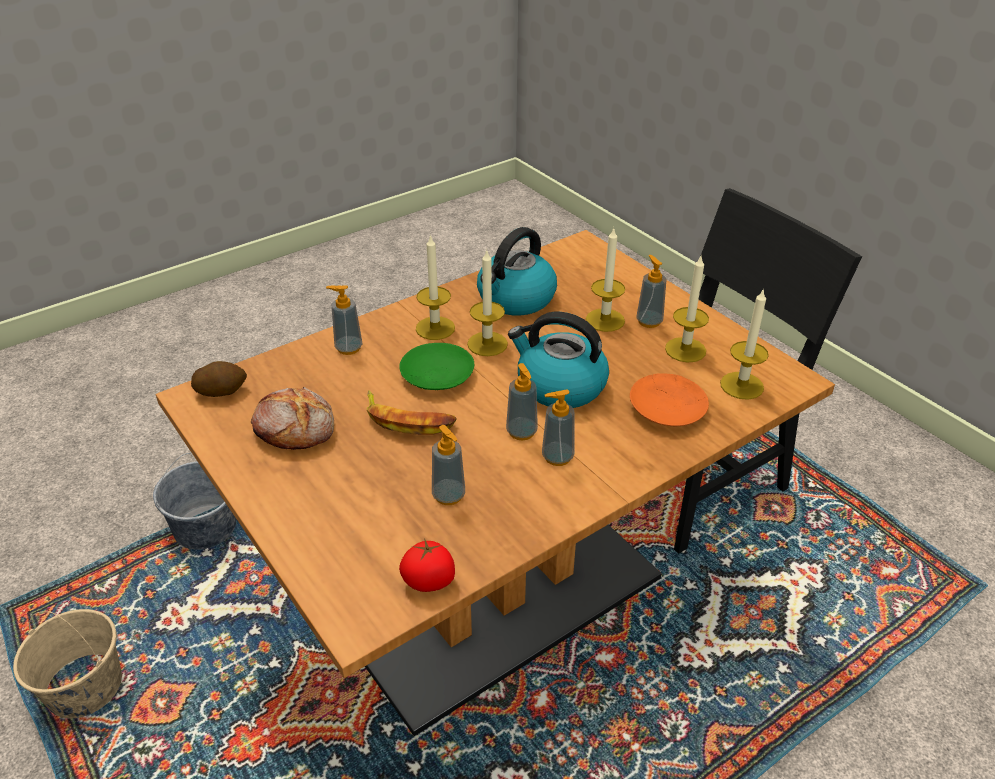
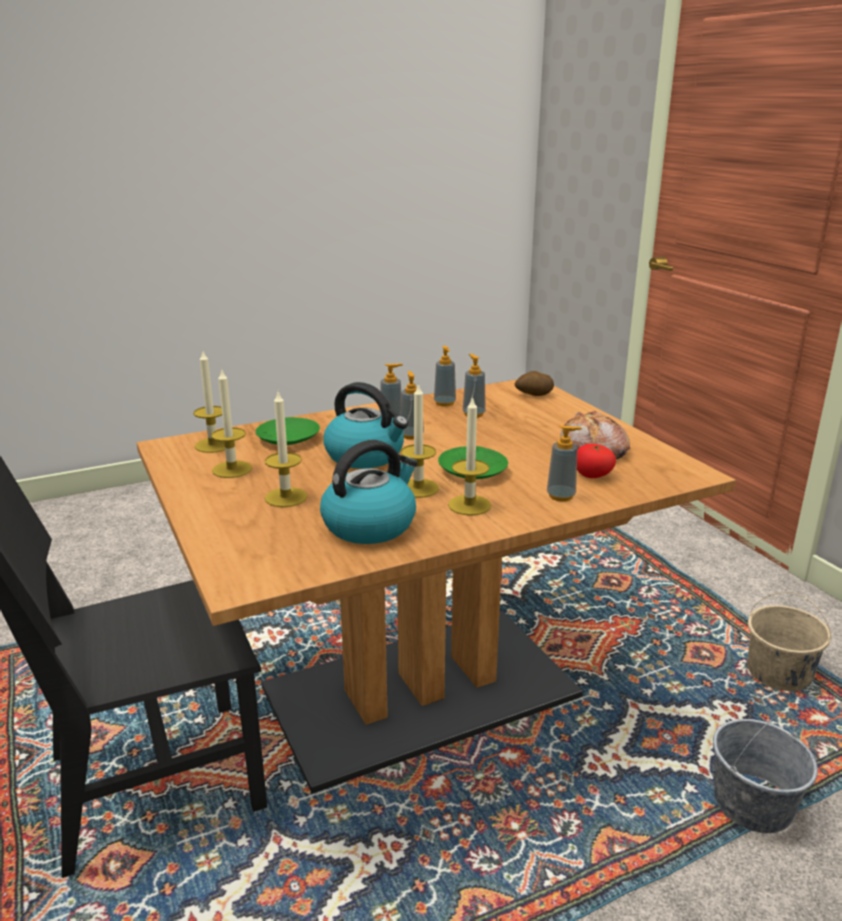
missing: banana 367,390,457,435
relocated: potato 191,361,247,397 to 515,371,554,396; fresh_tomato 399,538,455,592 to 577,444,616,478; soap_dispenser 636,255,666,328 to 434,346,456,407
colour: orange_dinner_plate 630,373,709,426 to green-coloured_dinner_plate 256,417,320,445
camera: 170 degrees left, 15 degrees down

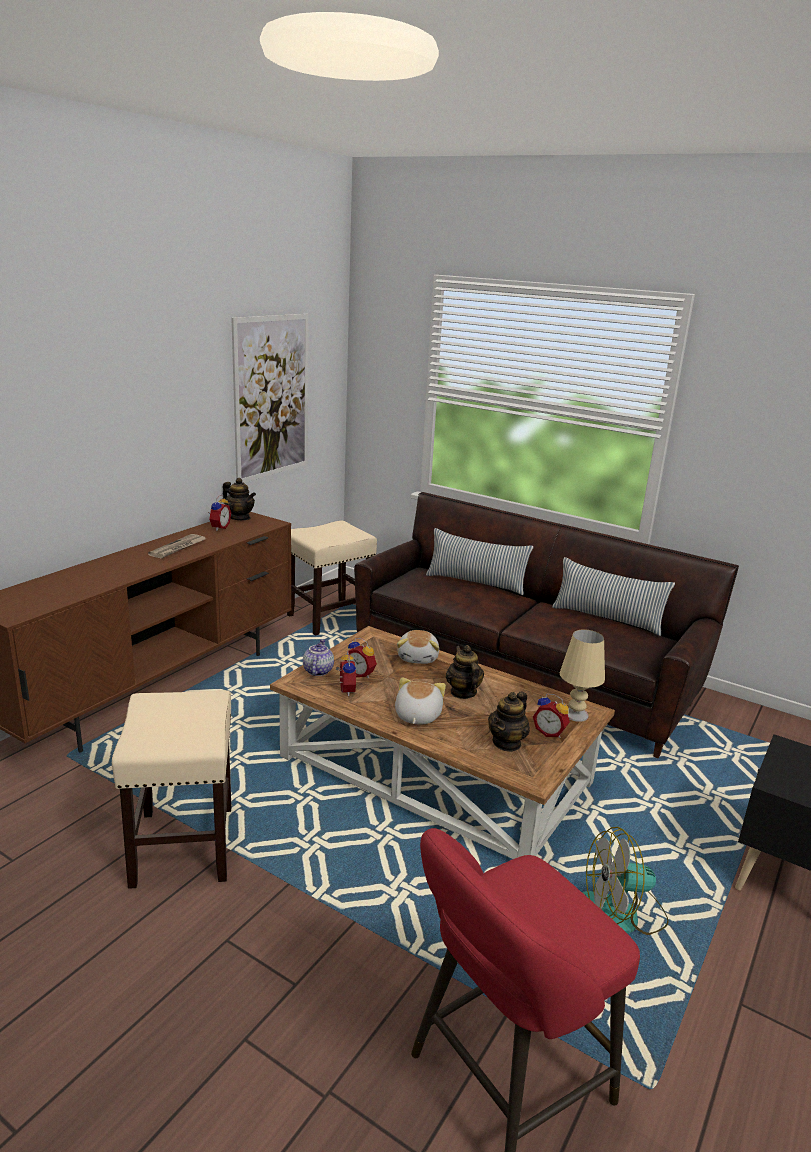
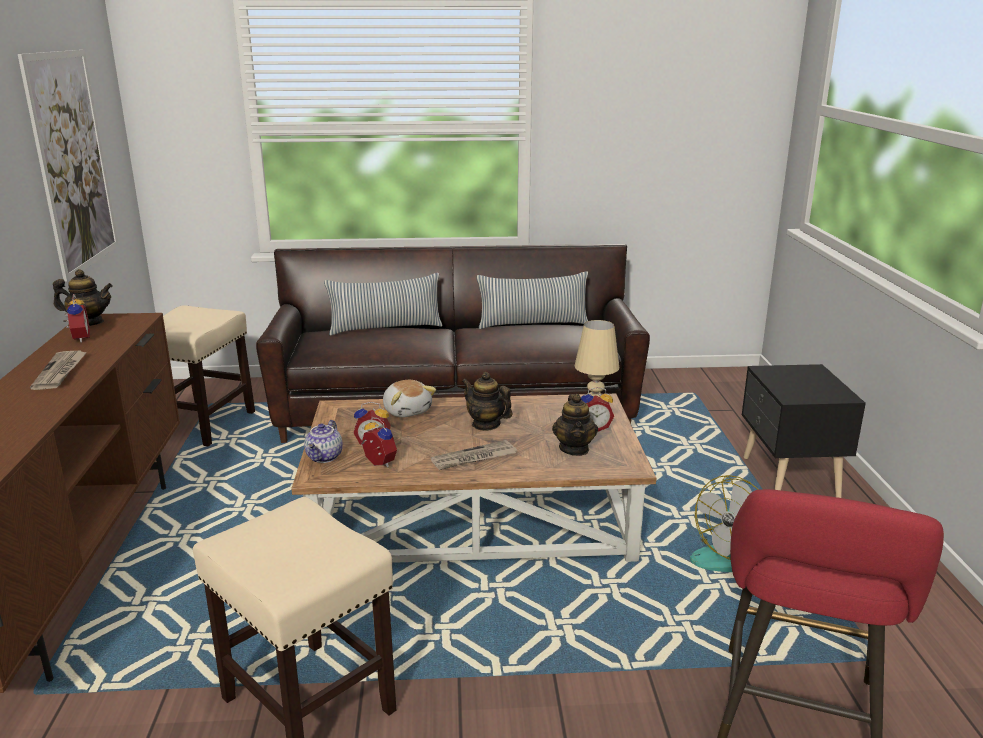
exchanged: cuddly_toy 395,677,446,725 to daily_paper 431,440,517,470
spun: teapot 303,639,334,676 = 304,420,343,463 135 degrees counterclockwise
camera: 35 degrees left, 0 degrees up

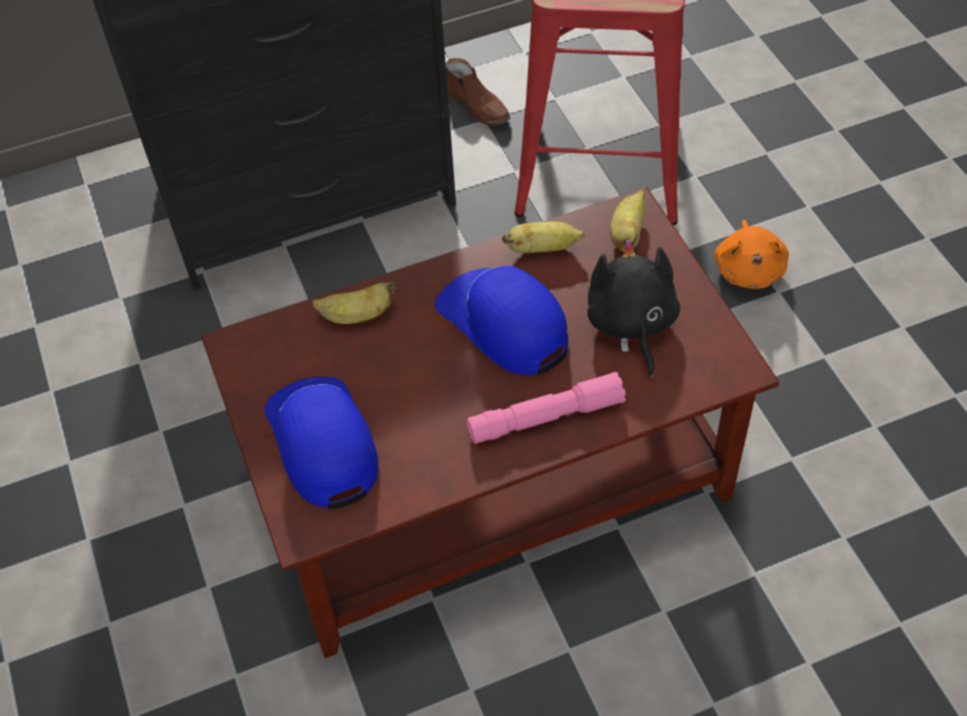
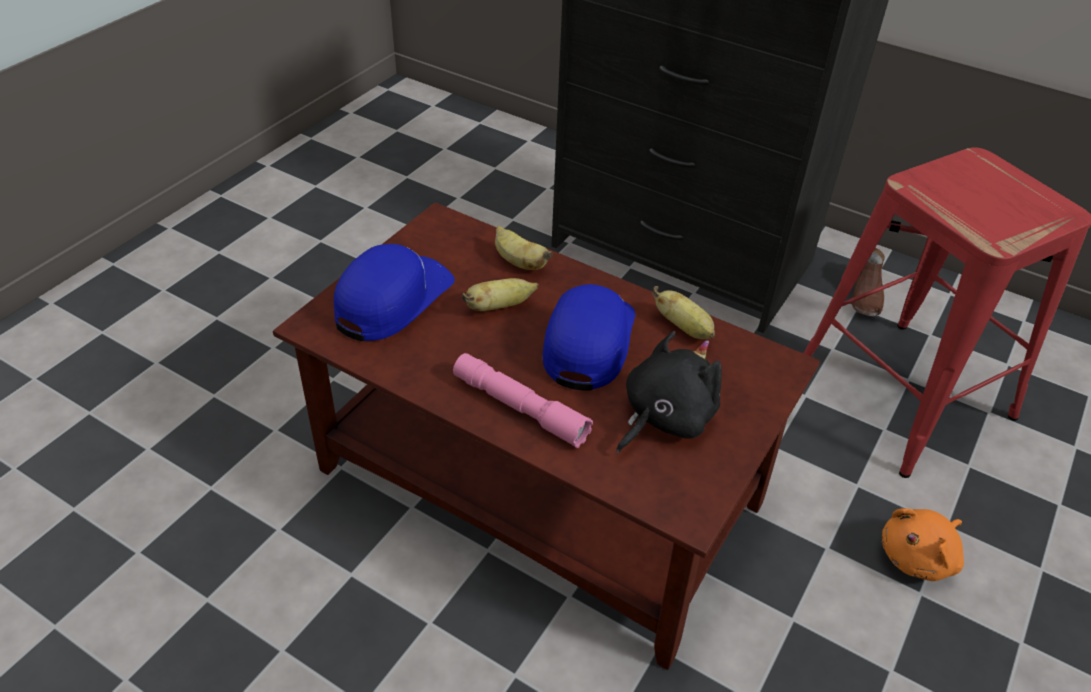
relocated: banana 610,190,646,251 to 462,278,538,311
camera: 50 degrees right, 10 degrees down

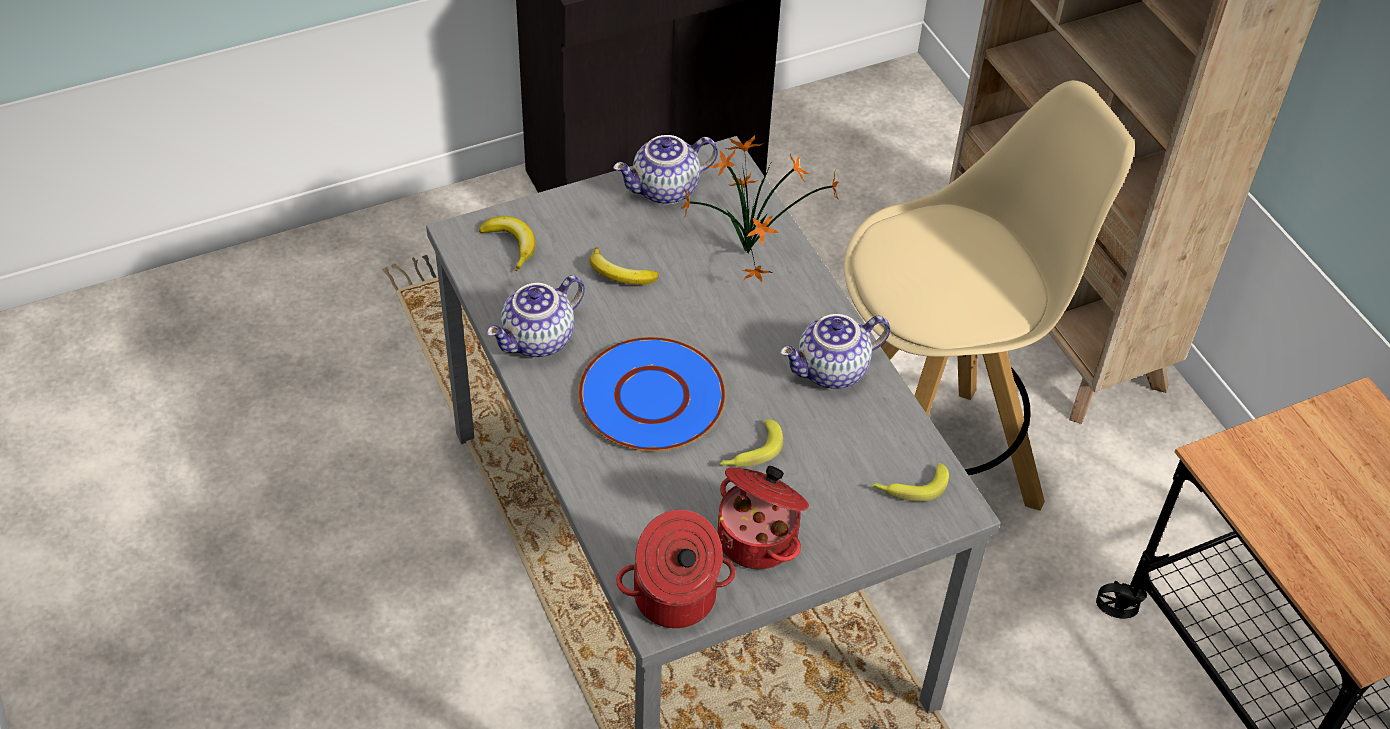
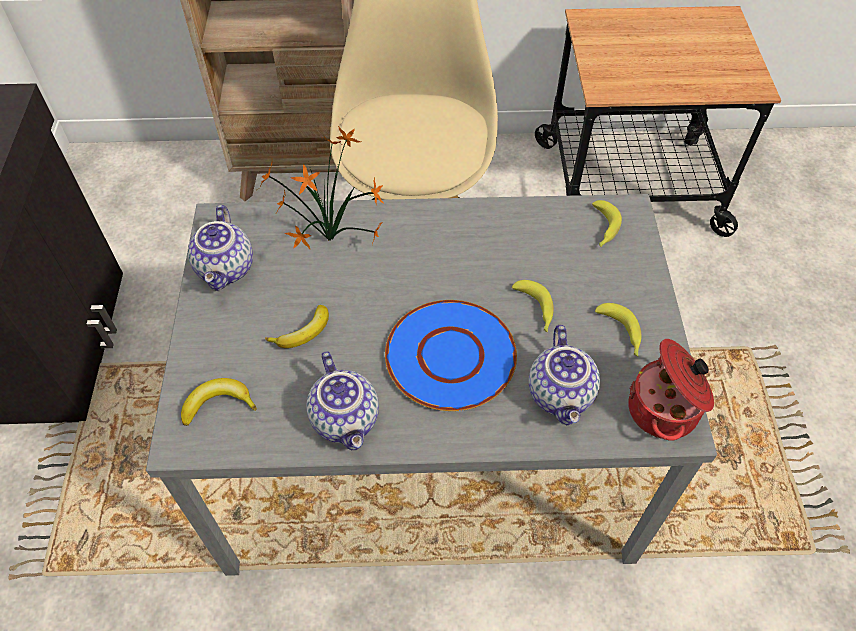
relocated: teapot 780,314,890,389 to 529,325,600,425
exchanged: saucepot 718,466,809,569 to banana 595,303,641,357
camera: 65 degrees left, 5 degrees up

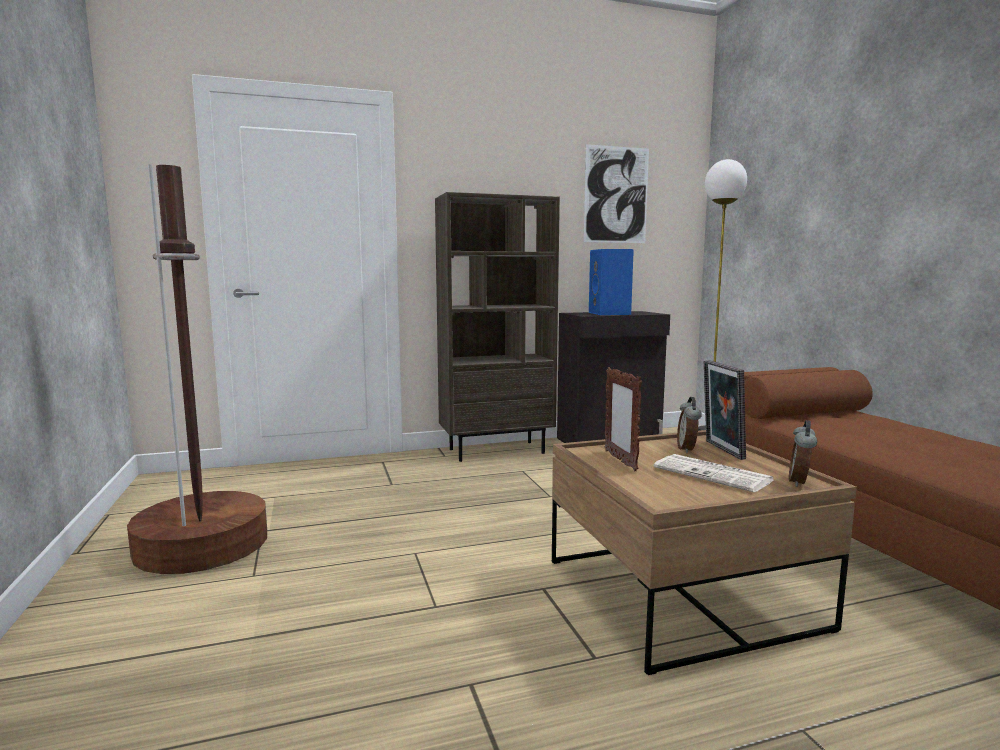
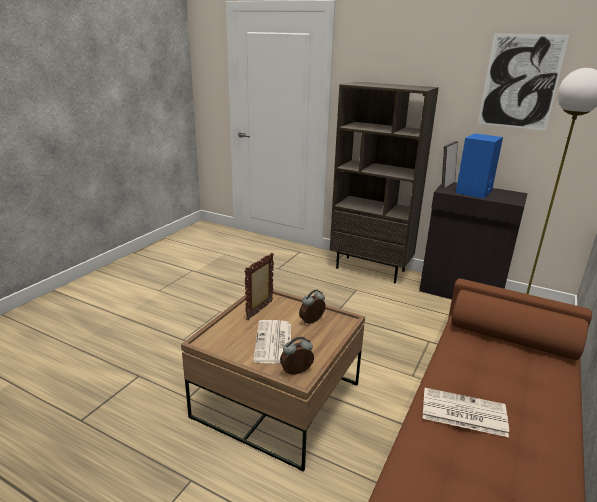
missing: brown-coloured_standing_lamp 127,164,267,574
appeared: daily_paper 423,388,509,437
relocated: photo_frame 704,360,746,460 to 441,141,458,189
camera: 45 degrees right, 15 degrees up

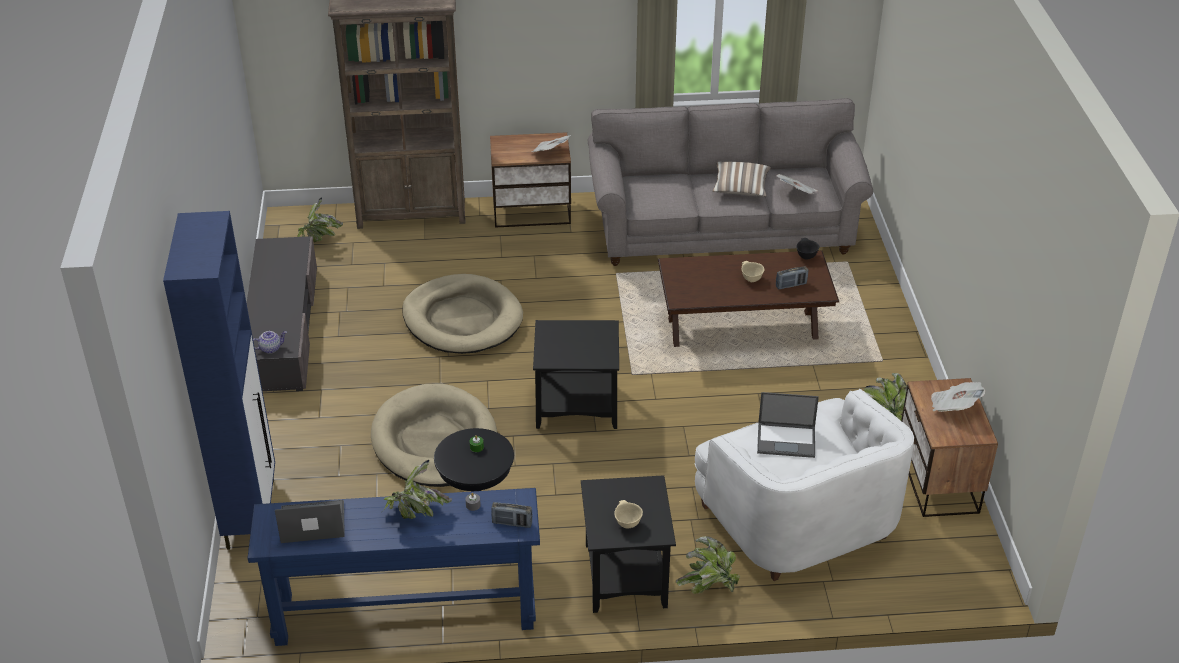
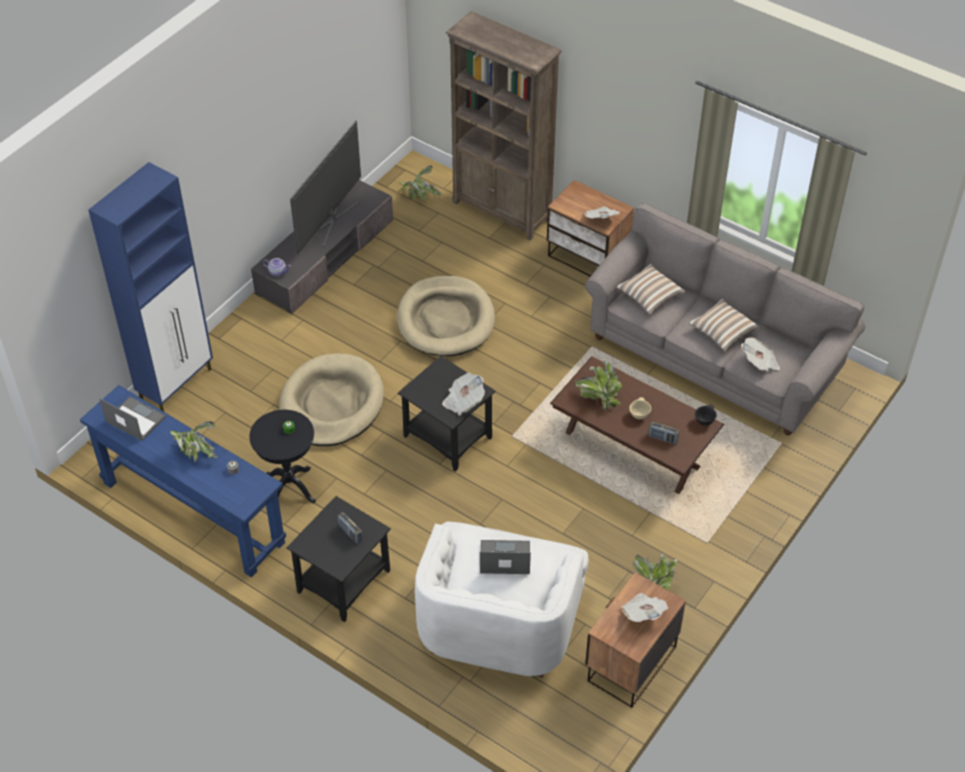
missing: beige_serving_bowl 614,500,643,529
appeared: TV_set 290,121,361,254; daily_paper 442,373,485,415; pillow 617,264,686,315
relocated: radio_set 491,502,532,528 to 338,512,363,544; houseplant 676,536,740,594 to 575,361,622,410
spun: portable_computer 757,392,819,458 = 480,540,531,574 135 degrees clockwise
camera: 40 degrees right, 10 degrees up

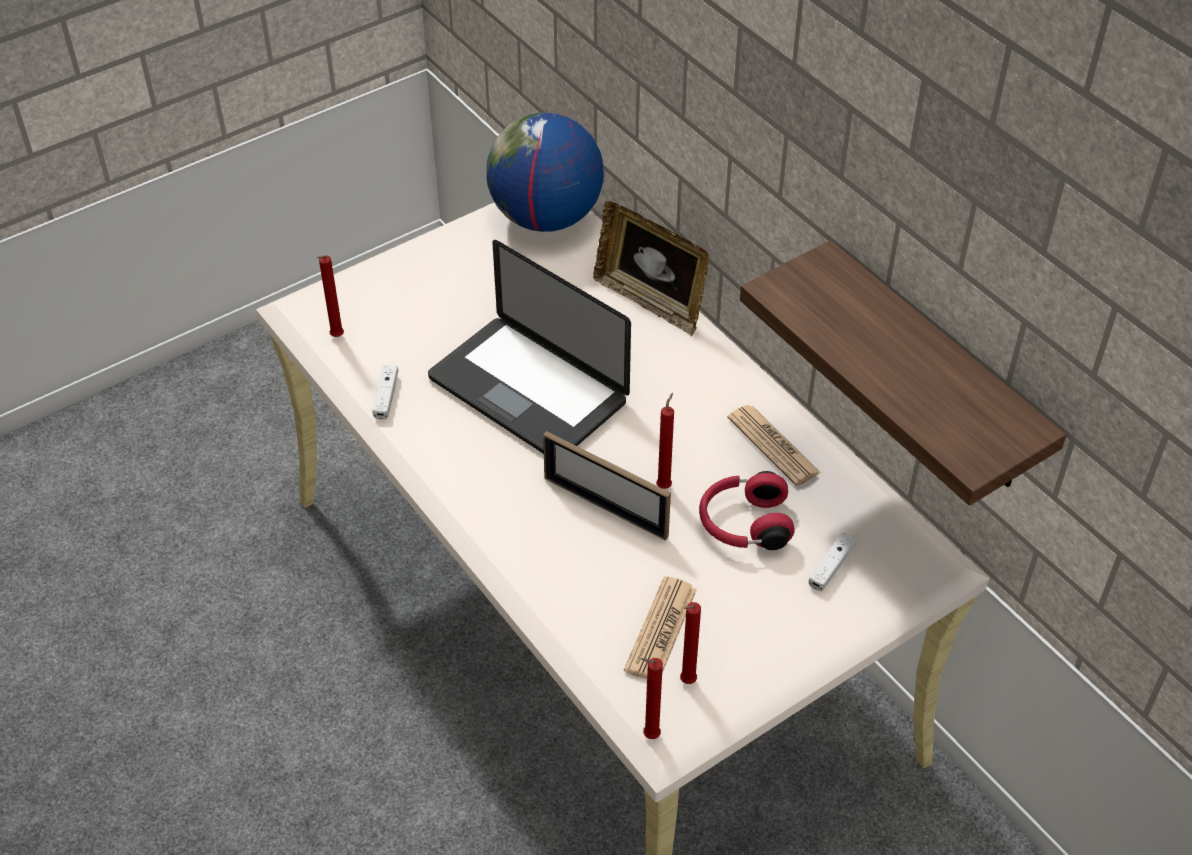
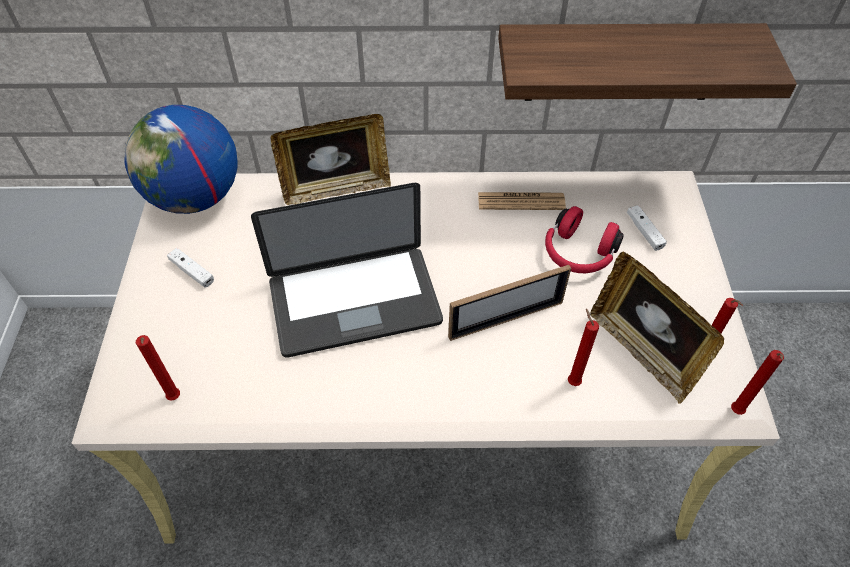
relocated: white-coloured_game_controller 373,365,398,420 to 167,248,214,287; red_candle 656,393,674,489 to 568,309,599,386
exchanged: daily_paper 624,576,697,679 to photo_frame 590,252,724,404
camera: 55 degrees left, 5 degrees up

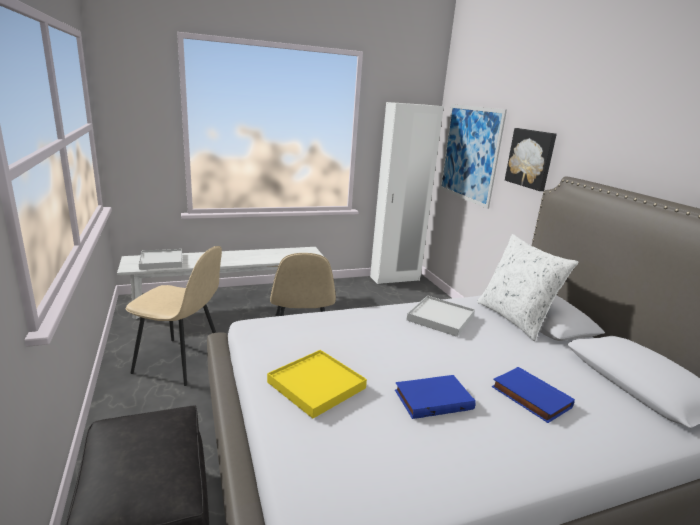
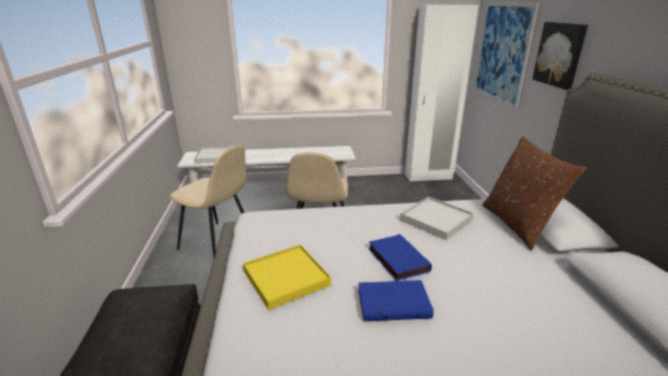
relocated: blue-coloured_volume 492,367,575,423 to 368,234,432,281
colour: white-coloured_pillow 477,234,578,341 to brown-coloured_pillow 482,136,586,251
camera: 15 degrees right, 5 degrees up

